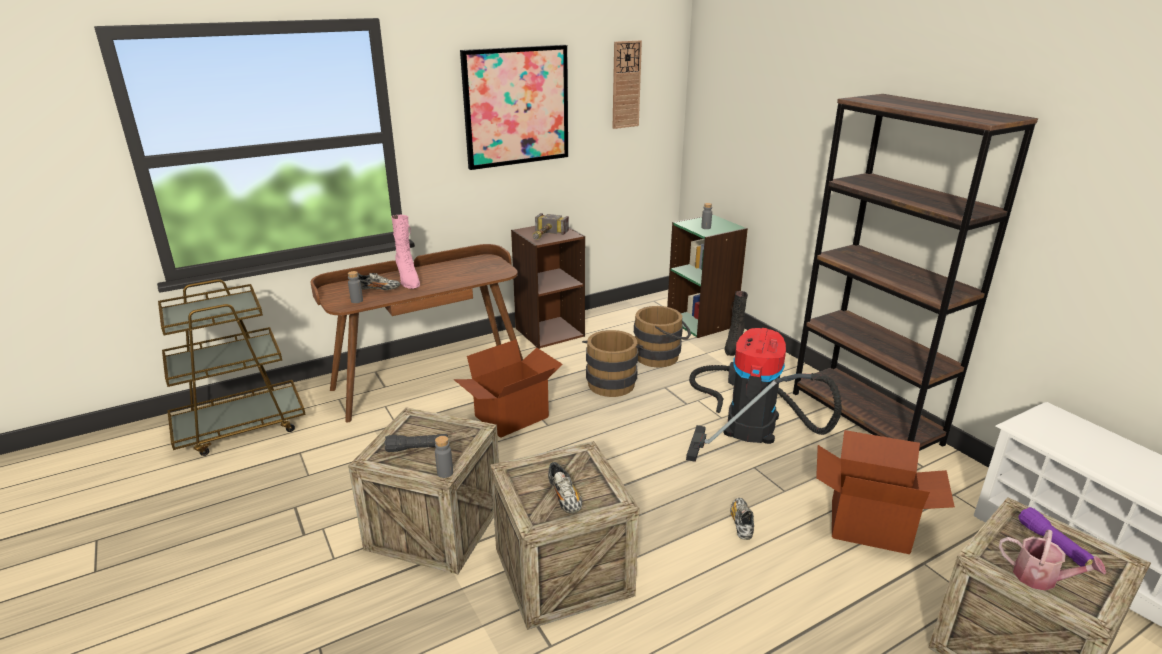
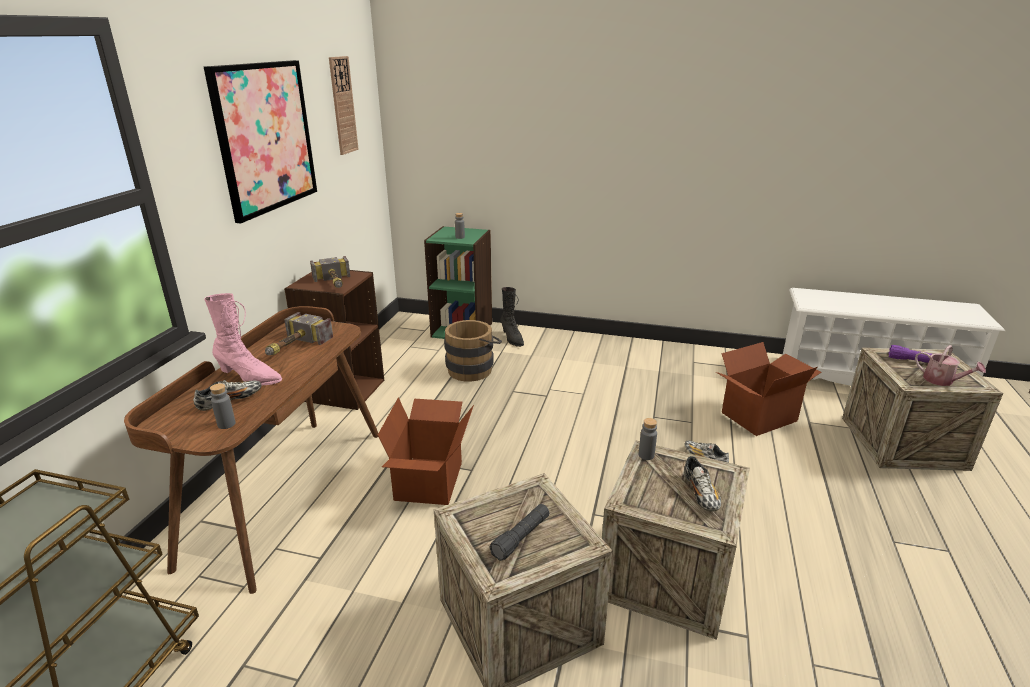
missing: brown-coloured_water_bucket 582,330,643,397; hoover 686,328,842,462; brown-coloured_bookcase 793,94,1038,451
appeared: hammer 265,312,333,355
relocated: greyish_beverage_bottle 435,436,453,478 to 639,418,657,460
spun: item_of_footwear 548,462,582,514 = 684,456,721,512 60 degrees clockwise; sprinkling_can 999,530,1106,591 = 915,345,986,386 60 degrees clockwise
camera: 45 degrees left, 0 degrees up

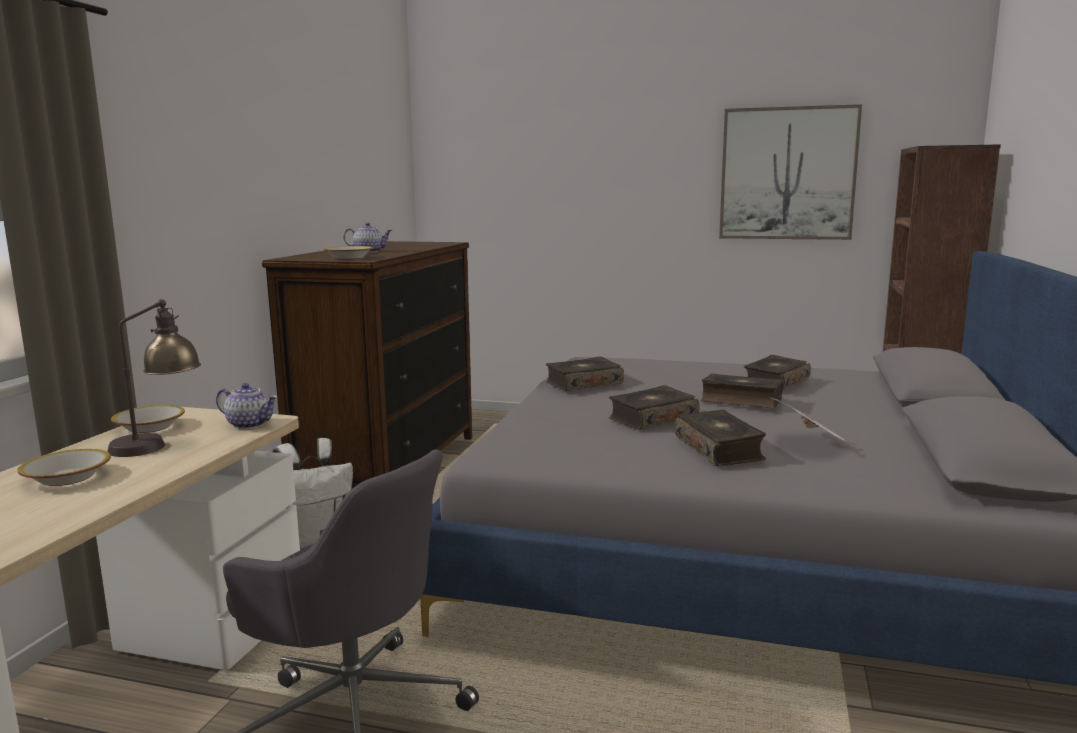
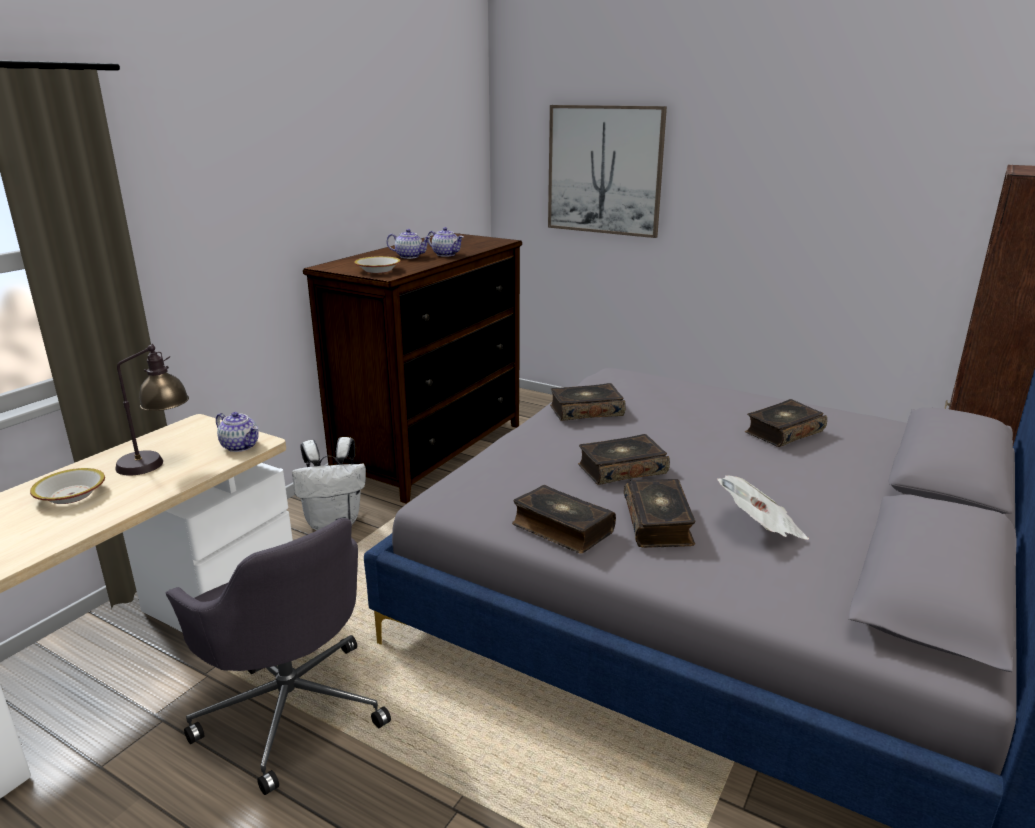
missing: serving_bowl 111,405,185,433
appeared: teapot 428,227,464,257
relocated: volume 701,373,783,408 to 512,485,616,554; picture 719,104,862,240 to 548,105,667,238
camera: 15 degrees right, 10 degrees up

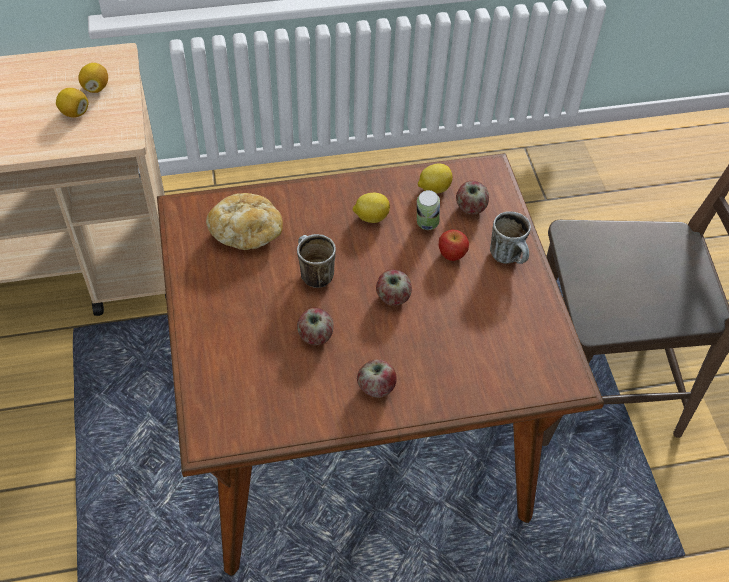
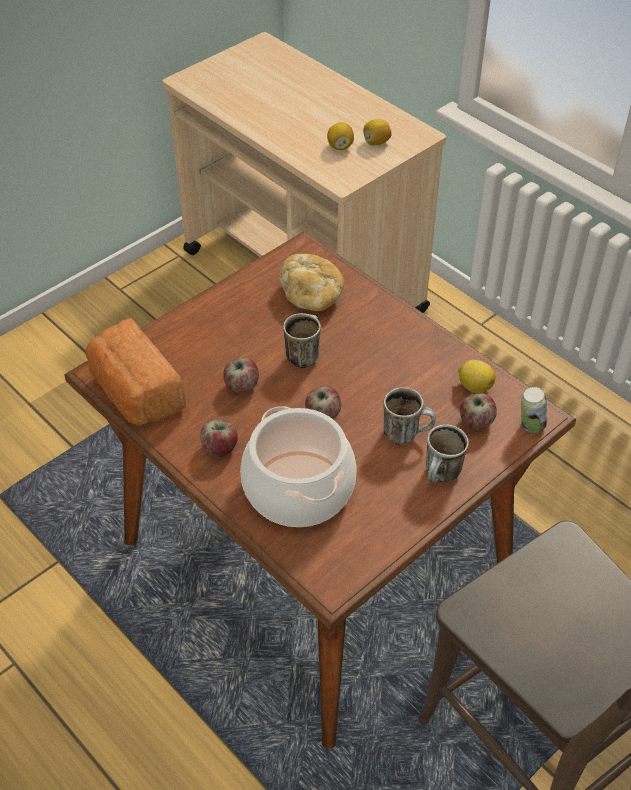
missing: citrus_fruit 353,193,390,223
appeared: baked_bread 85,318,186,426; saucepot 240,406,357,527
relocated: can 417,190,440,230 to 521,387,547,433
exchanged: apple 439,229,469,261 to mug 383,387,436,445
camera: 60 degrees right, 5 degrees down

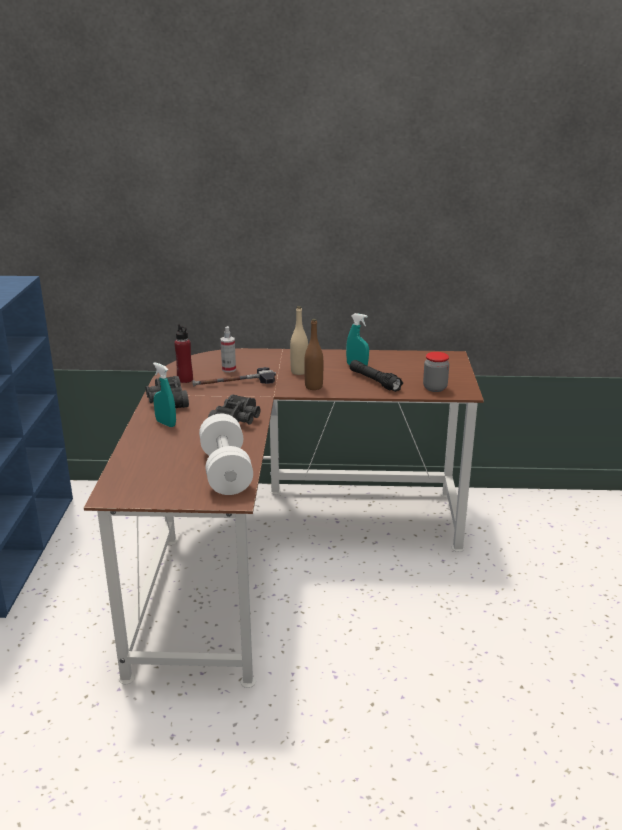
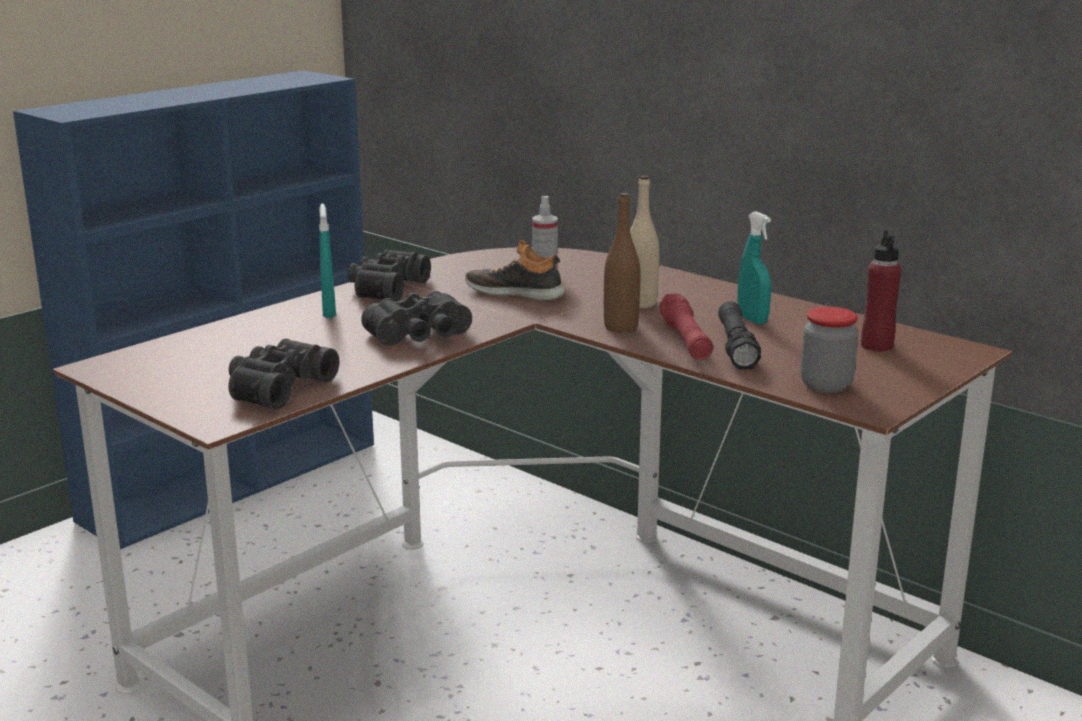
appeared: red_torch 659,294,713,360
relocated: red_beverage_bottle 174,324,193,383 to 861,230,902,352
exchanged: hammer 192,367,276,387 to item_of_footwear 465,240,566,301; white-coloured_hand_weight 199,414,253,495 to black_binoculars 228,339,339,409
camera: 40 degrees right, 5 degrees down

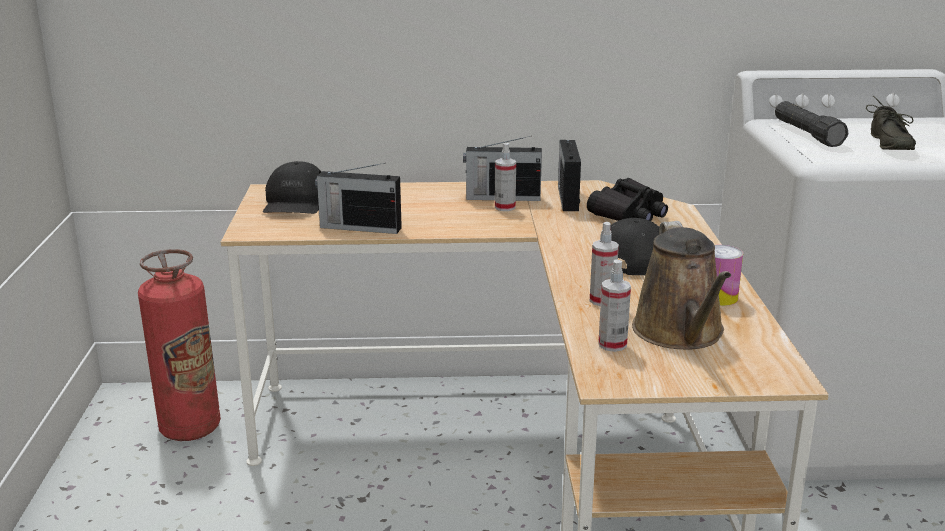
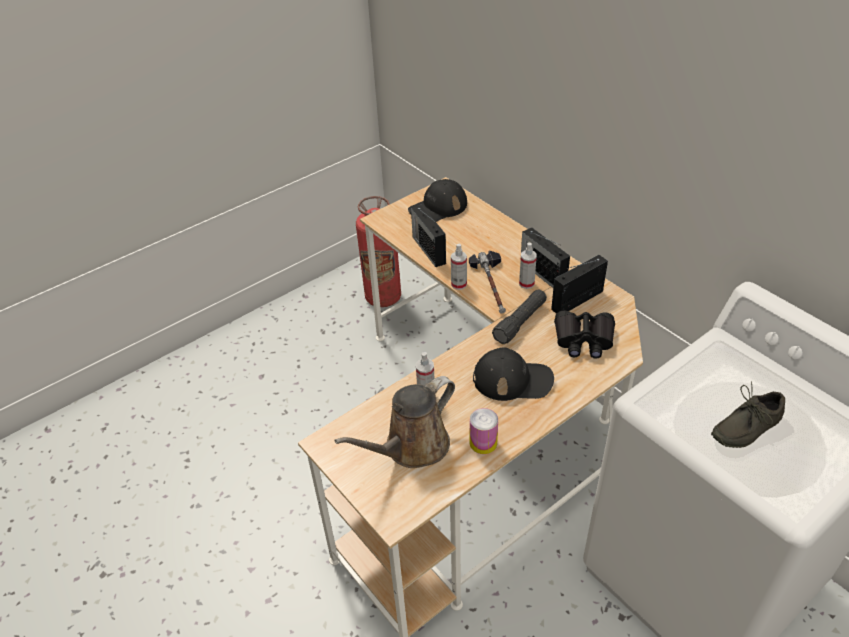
appeared: hammer 469,251,506,313
relocated: hand_sprayer 598,259,631,352 to 451,243,467,290; black_torch 775,101,848,147 to 492,289,547,344
camera: 55 degrees right, 20 degrees up

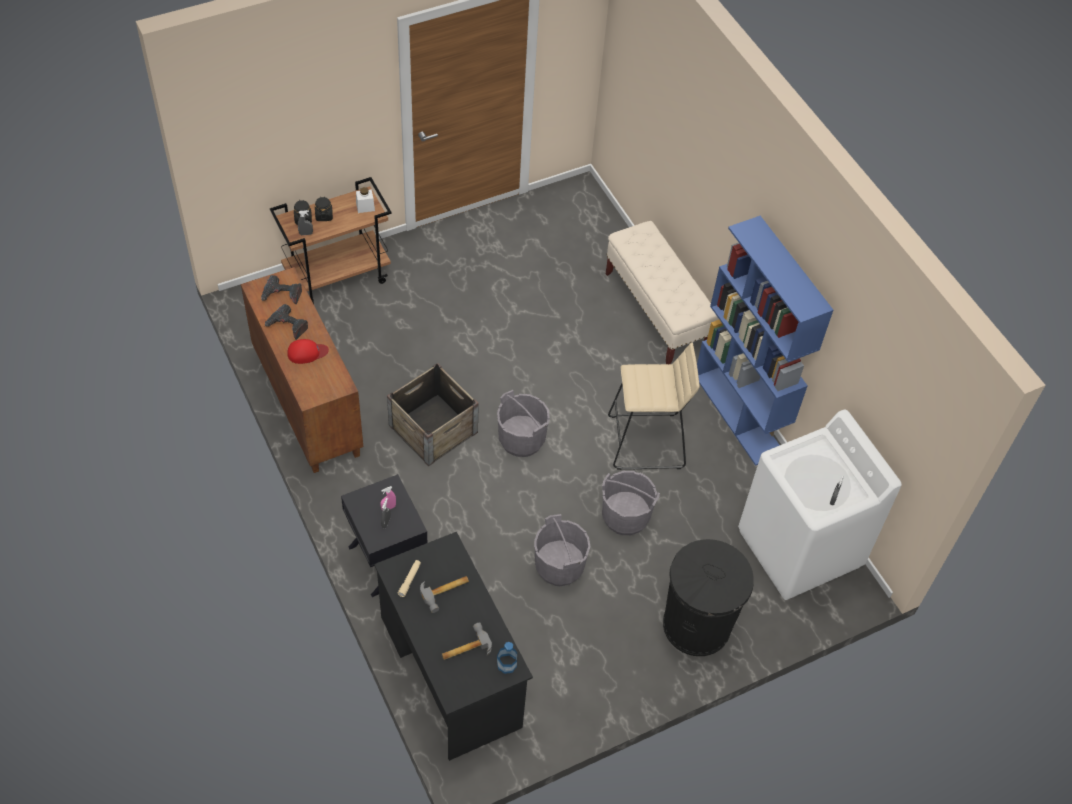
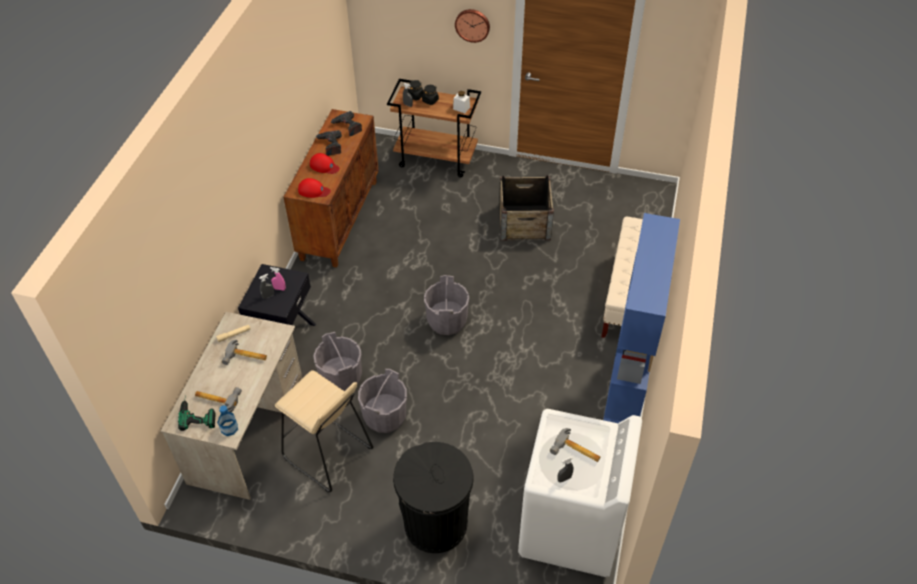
appeared: electric_drill 178,395,216,431; red_peaked_cap 298,178,331,198; hanging_clock 455,9,490,43; hammer 550,428,600,462
relocated: crate 387,363,479,466 to 499,175,554,241; greyish_water_bucket 602,471,660,535 to 313,332,362,391; beige_sitting_stool 608,343,700,470 to 275,370,373,492
colour: black_desk_unit 374,532,533,761 to beige_desk_unit 160,312,302,500
camera: 45 degrees right, 5 degrees down

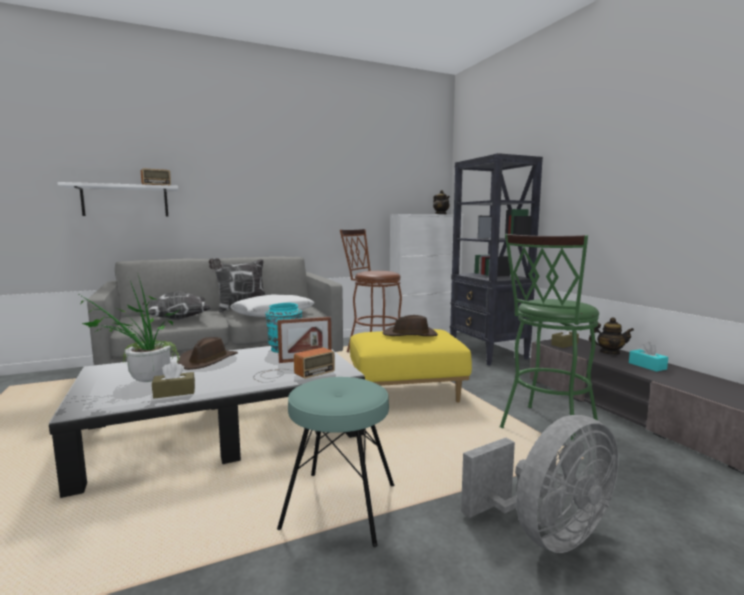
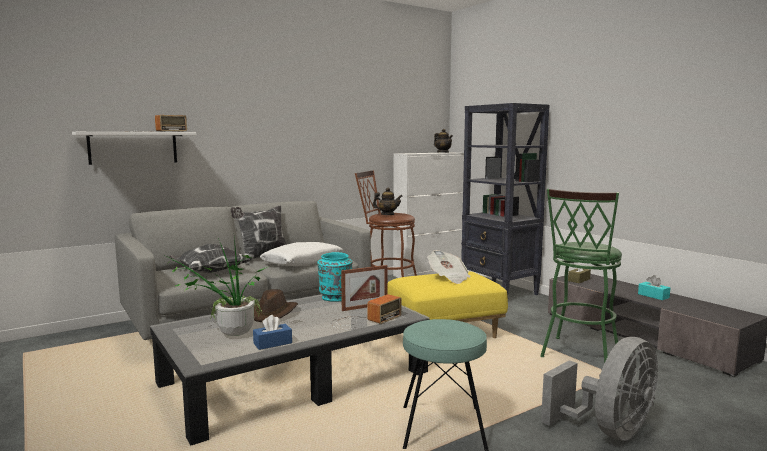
relocated: teapot 589,317,634,355 to 373,188,403,215
exchanged: brown-coloured_hat 382,315,438,336 to daily_paper 427,250,471,284
colour: brown-coloured_tissue_box 152,361,195,399 to blue-coloured_tissue_box 253,315,292,350
camera: 10 degrees left, 0 degrees up

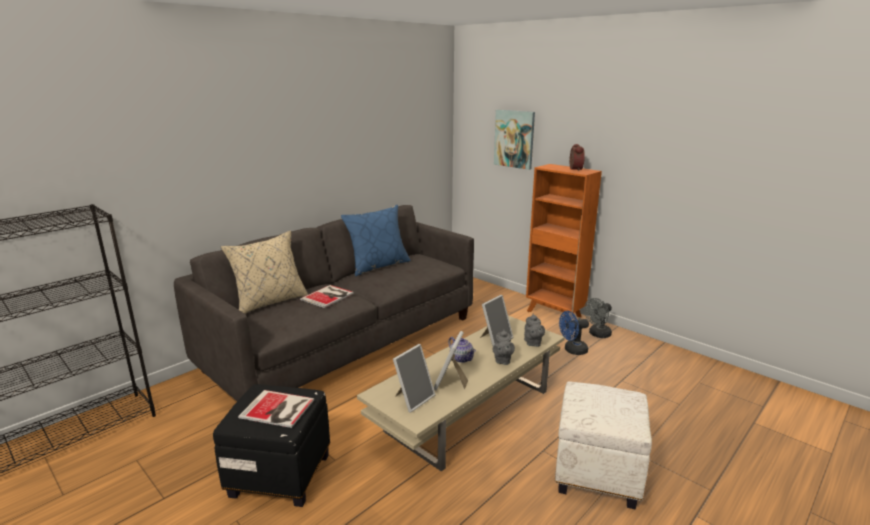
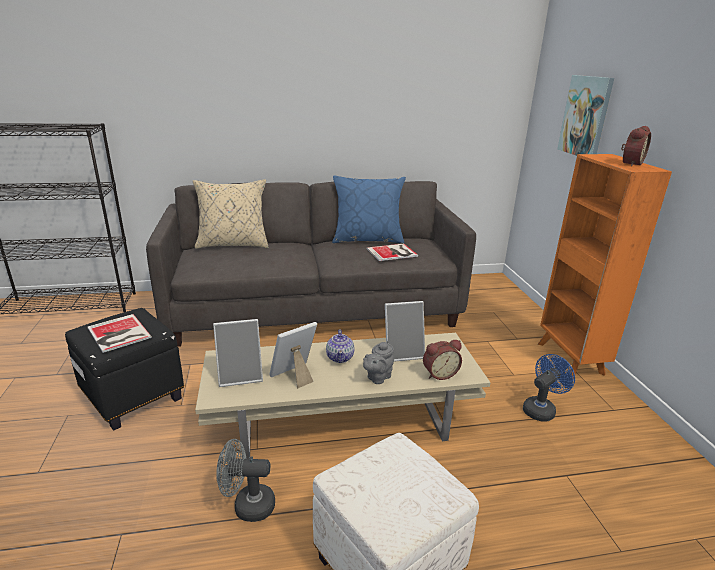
relocated: volume 300,285,354,308 to 366,244,418,261; greyish_electric_fan 584,298,612,338 to 216,439,275,522
exchanged: greyish_teapot 524,314,545,347 to table_clock 423,340,462,380
spun: blue-coloured_electric_fan 559,311,589,355 = 523,354,575,422 120 degrees clockwise
camera: 35 degrees right, 5 degrees up

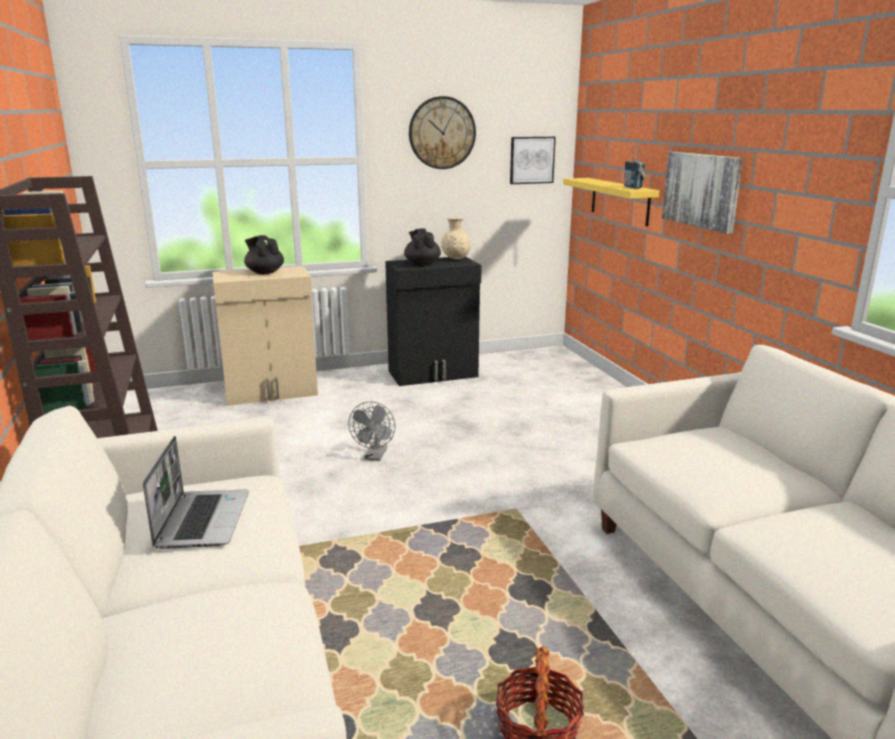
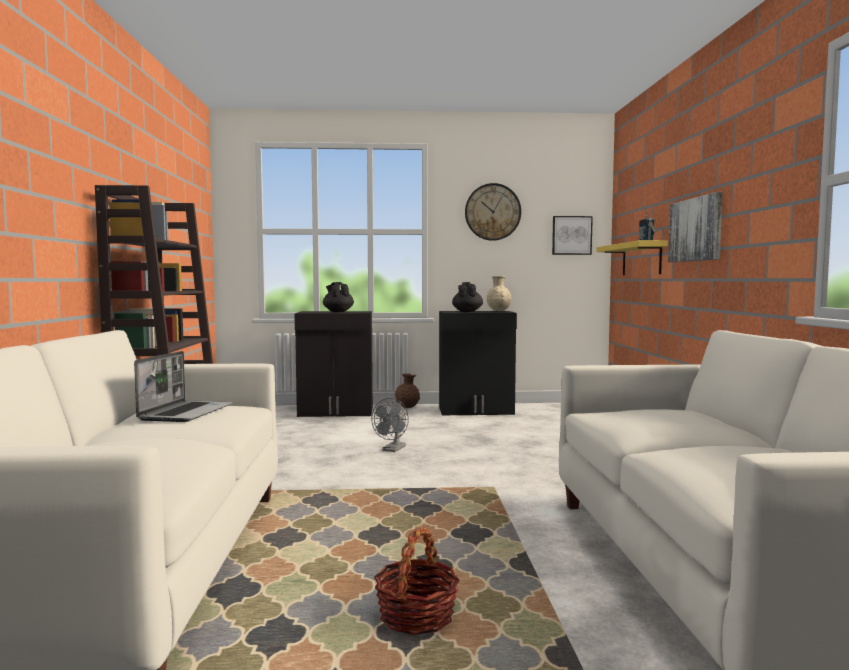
appeared: brown-coloured_flower_vase 395,373,420,408
colour: beige_cabinet 213,266,318,406 to black_cabinet 295,311,373,417
camera: 15 degrees right, 15 degrees down

